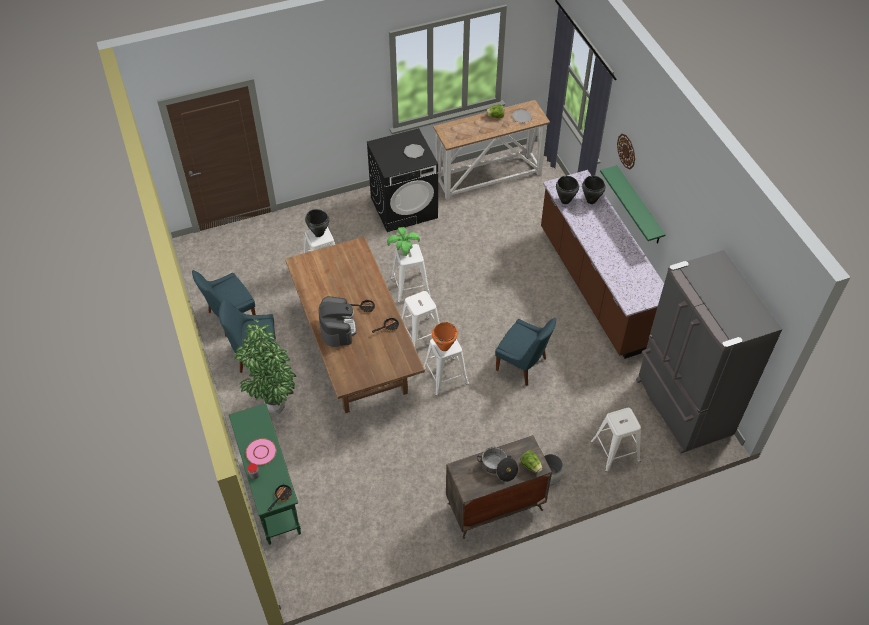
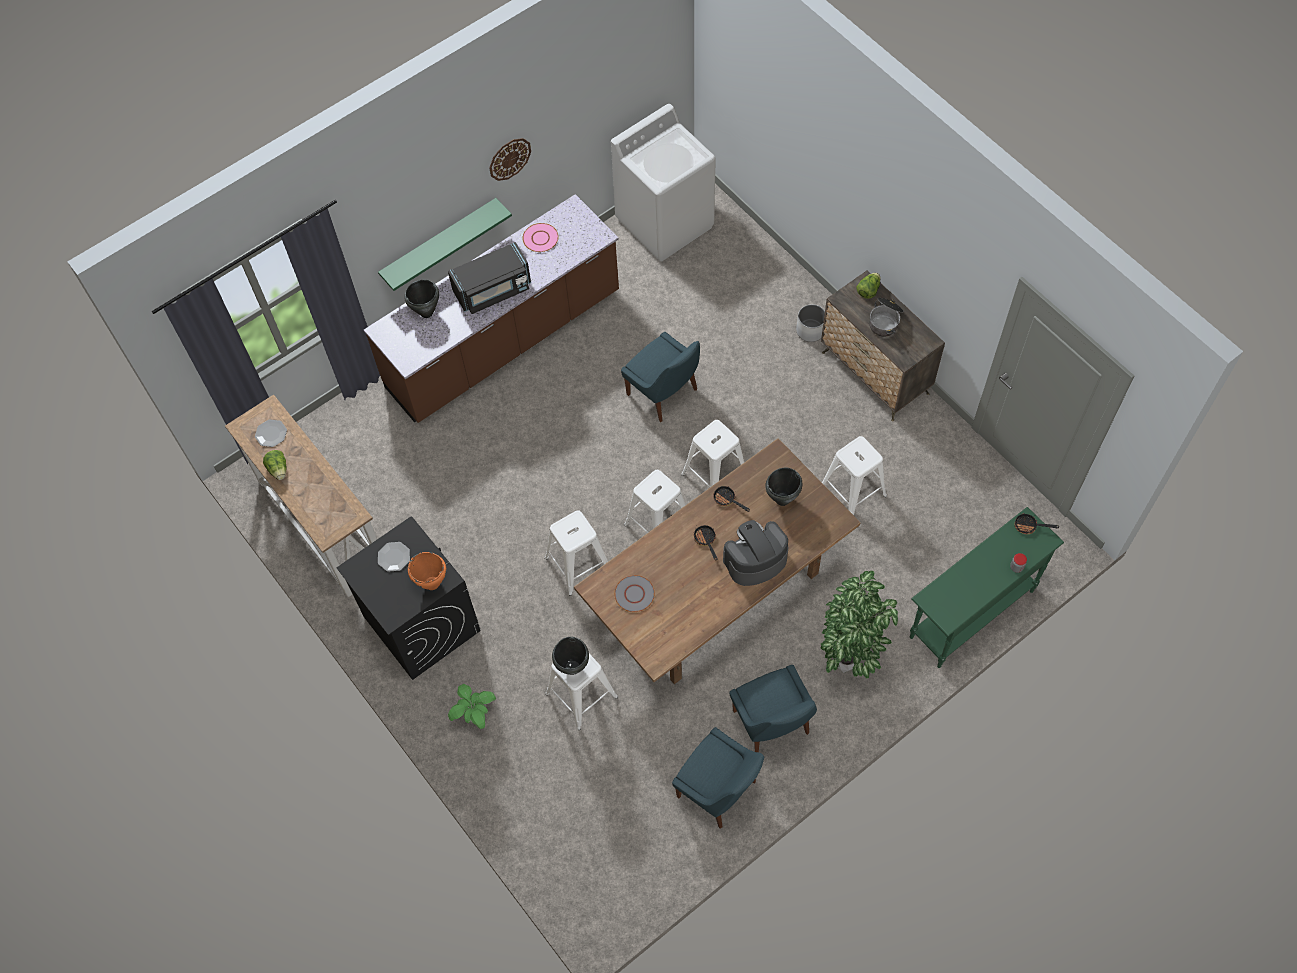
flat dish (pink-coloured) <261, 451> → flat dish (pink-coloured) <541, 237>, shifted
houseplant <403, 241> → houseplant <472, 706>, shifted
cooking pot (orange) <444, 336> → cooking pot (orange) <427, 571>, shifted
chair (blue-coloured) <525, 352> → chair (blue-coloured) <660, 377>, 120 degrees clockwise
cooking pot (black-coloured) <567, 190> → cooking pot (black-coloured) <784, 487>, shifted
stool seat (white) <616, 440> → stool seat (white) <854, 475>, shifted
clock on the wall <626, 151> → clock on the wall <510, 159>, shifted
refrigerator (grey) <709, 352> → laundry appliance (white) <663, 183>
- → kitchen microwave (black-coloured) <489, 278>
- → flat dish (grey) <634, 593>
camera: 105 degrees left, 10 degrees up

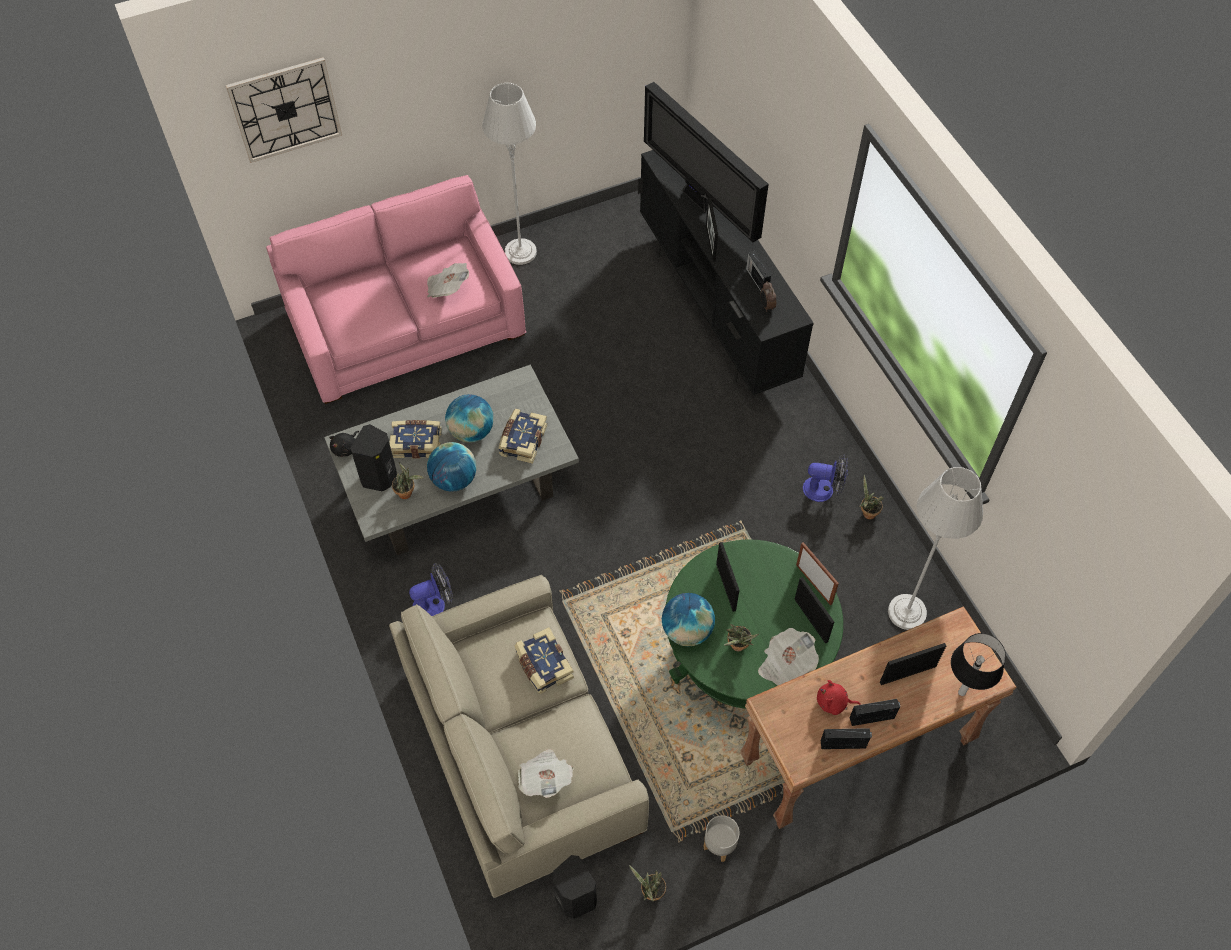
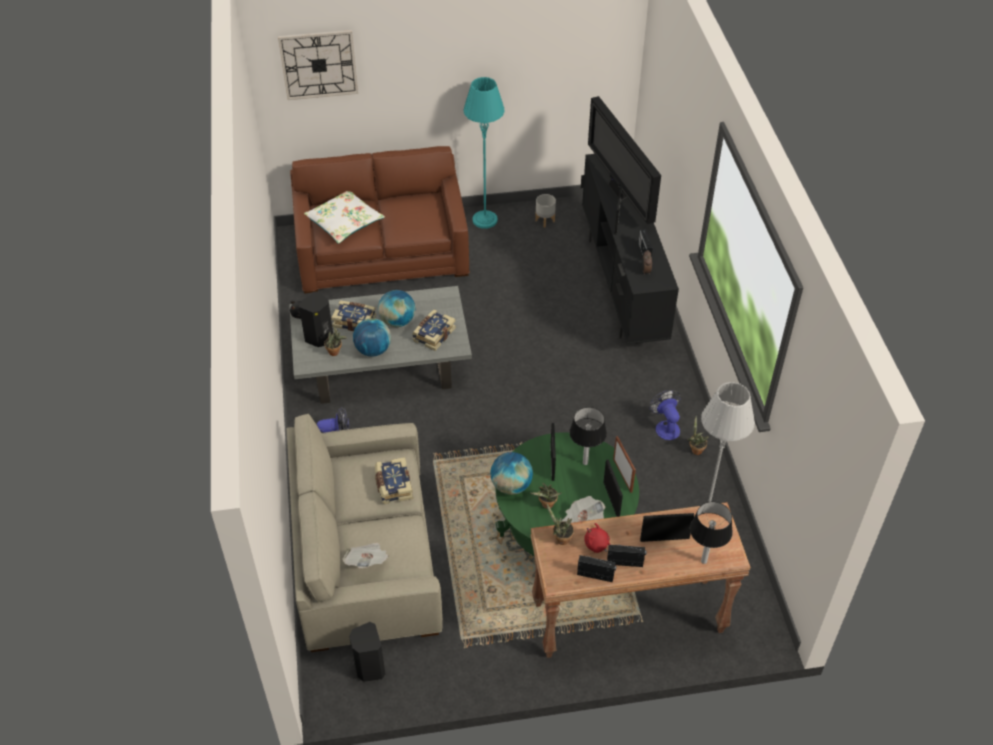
couch (pink-coloured) <396, 289> → couch (brown-coloured) <380, 220>
newspaper <448, 280> → -
standard lamp (grey) <509, 174> → standard lamp (blue-green) <484, 153>
houseplant <647, 883> → houseplant <560, 524>, shifted
plant pot (grey) <721, 838> → plant pot (grey) <545, 210>, shifted
fan <825, 478> → fan <665, 415>, 135 degrees counterclockwise
- → pillow (white) <344, 217>
- → table lamp <588, 436>
camera: 15 degrees right, 10 degrees down

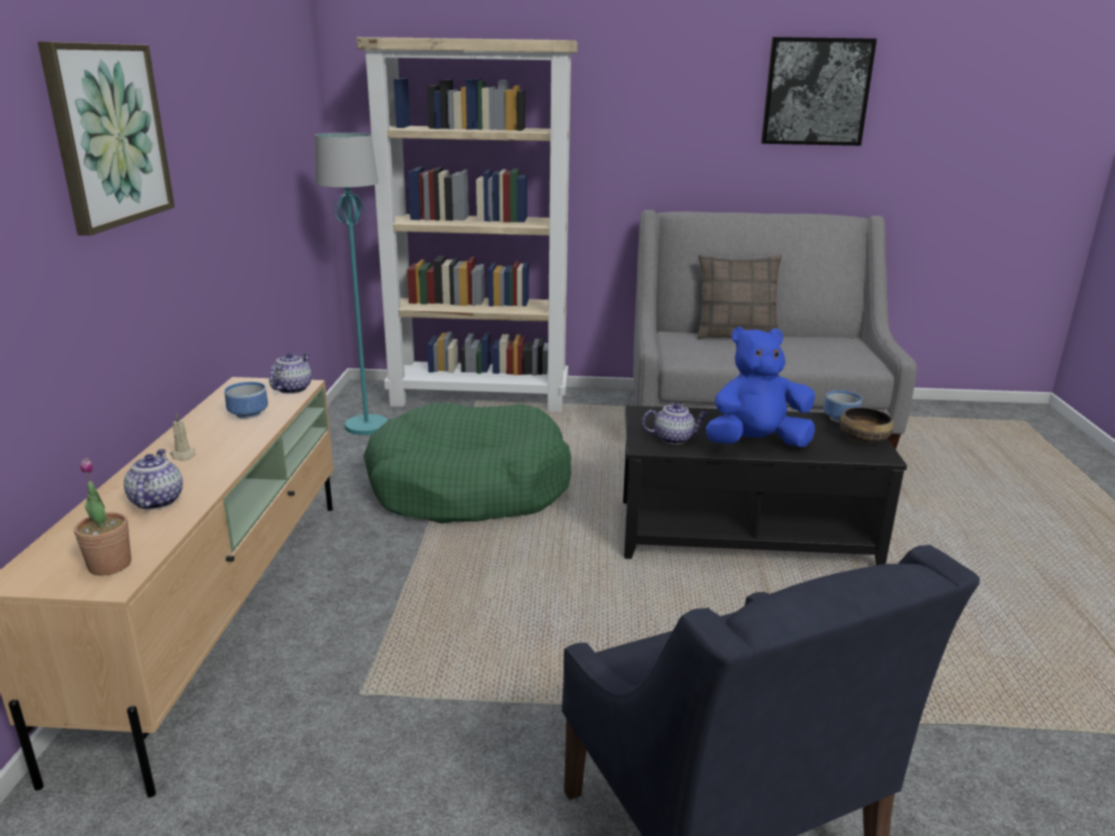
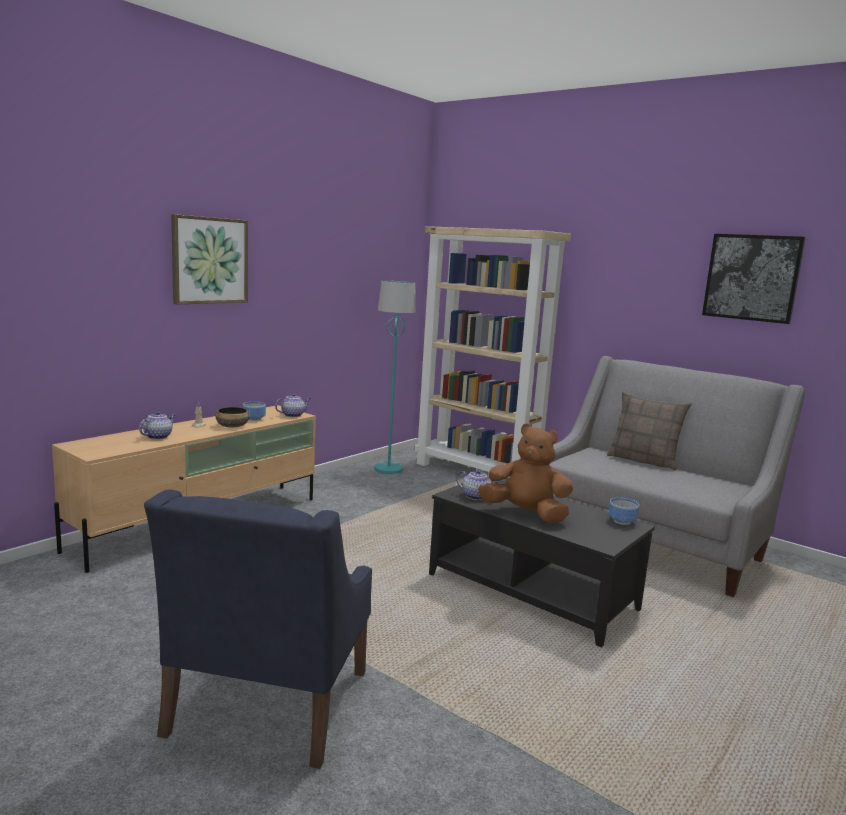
houseplant <102, 516> → -
dog cushion (green) <467, 463> → -
plush toy (blue-coloured) <760, 386> → plush toy (brown-coloured) <525, 473>
serving bowl <866, 425> → serving bowl <232, 417>, shifted
camera: 35 degrees right, 10 degrees down

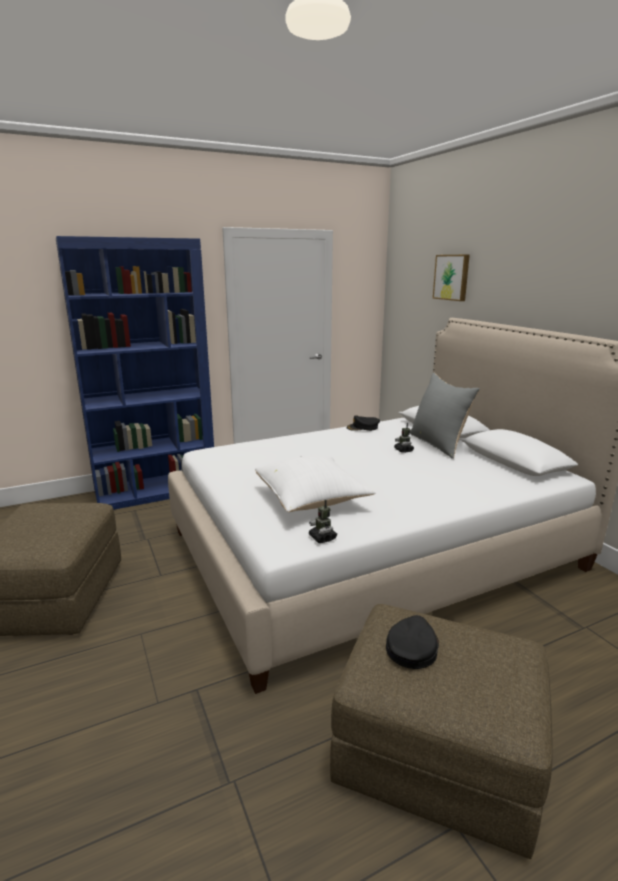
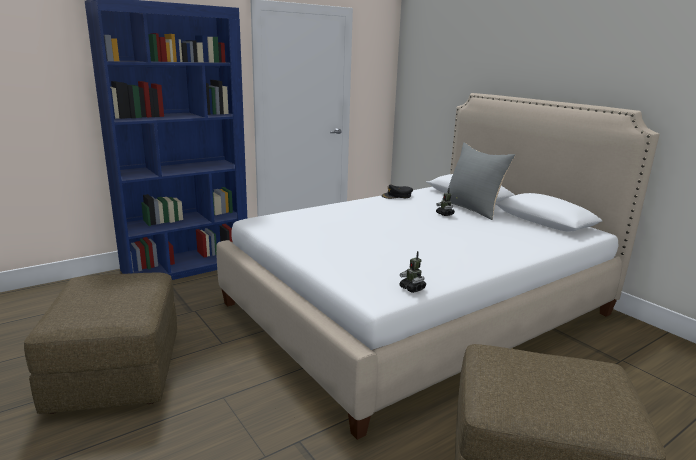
pillow (white) <315, 483> → -
baseball cap (black-coloured) <412, 642> → -
picture <451, 278> → -
camera: 10 degrees left, 0 degrees up

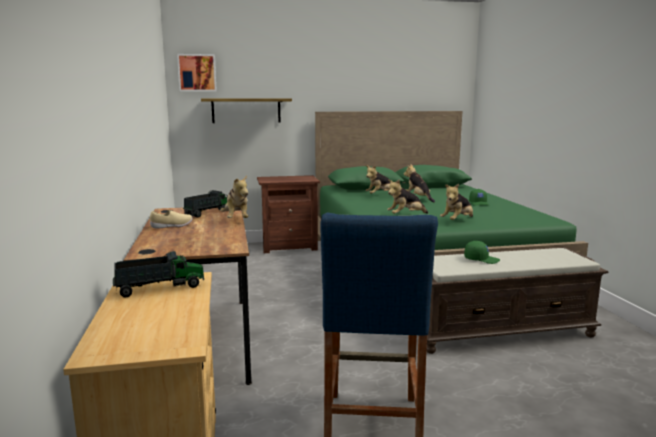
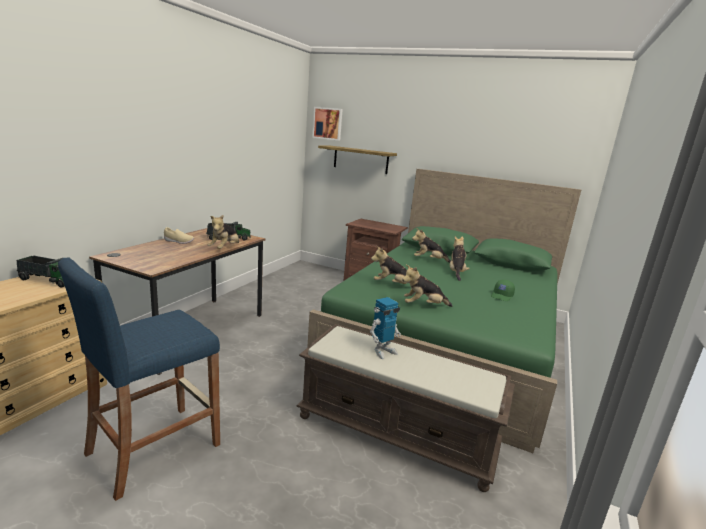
baseball cap (green) <482, 252> → robot figure <385, 328>
camera: 35 degrees right, 5 degrees up

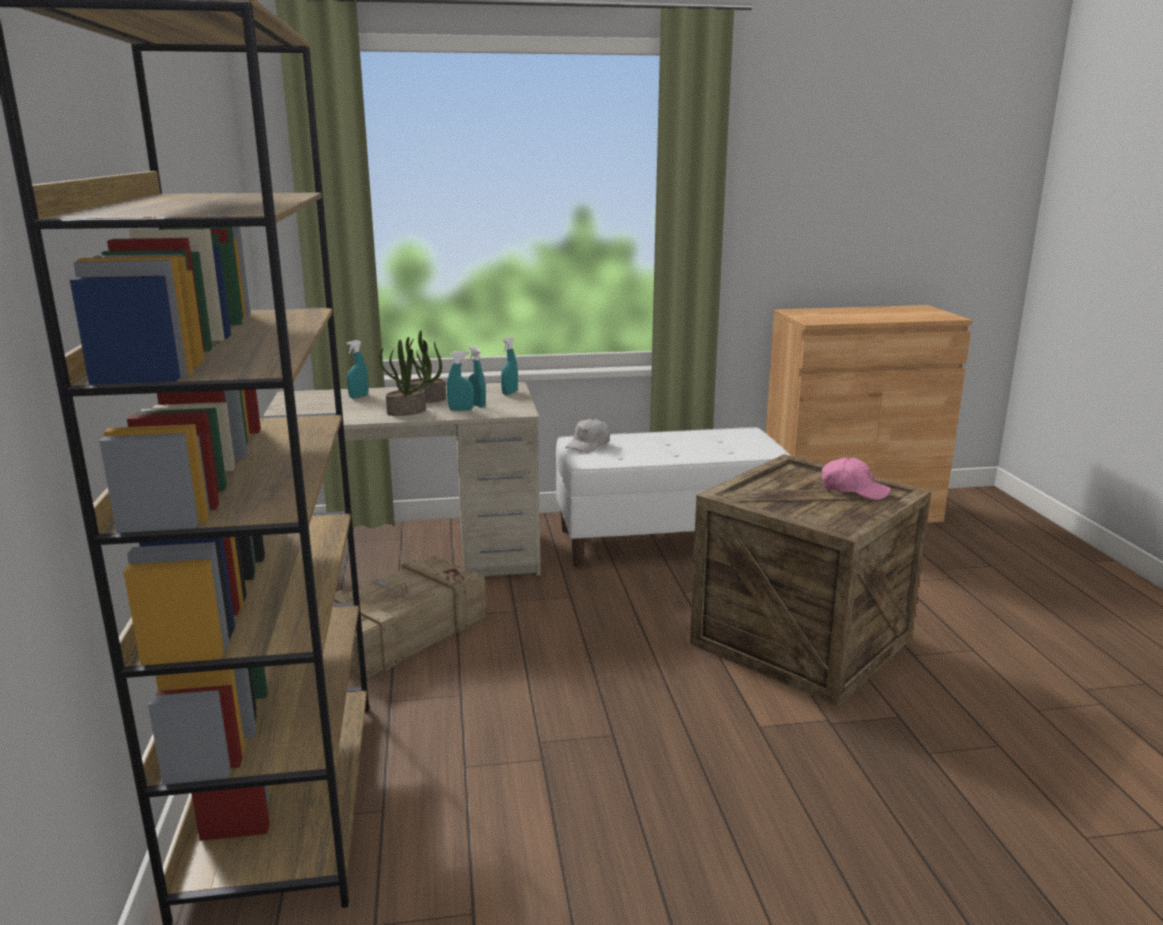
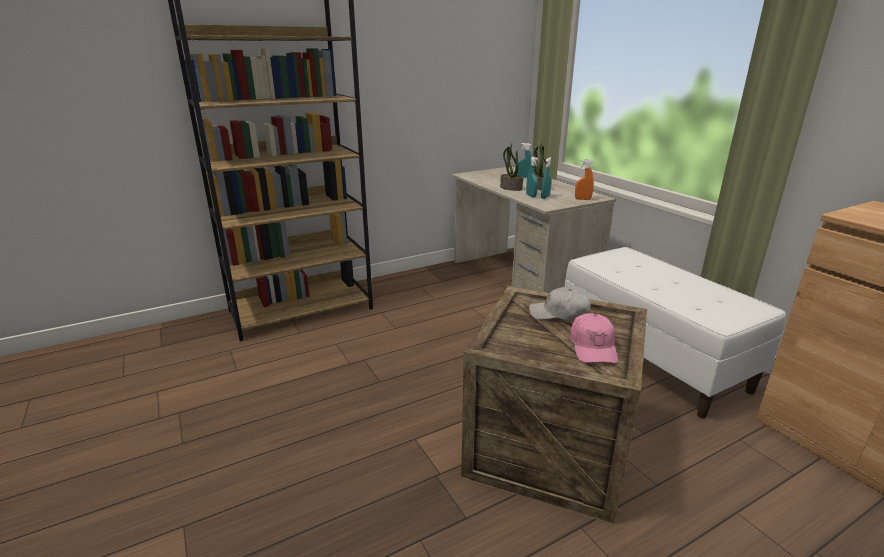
crate <409, 618> → -
hand sprayer (blue-green) <509, 366> → hand sprayer (orange) <584, 179>
baseball cap (white) <587, 435> → baseball cap (white) <560, 304>, shifted
camera: 70 degrees right, 5 degrees up

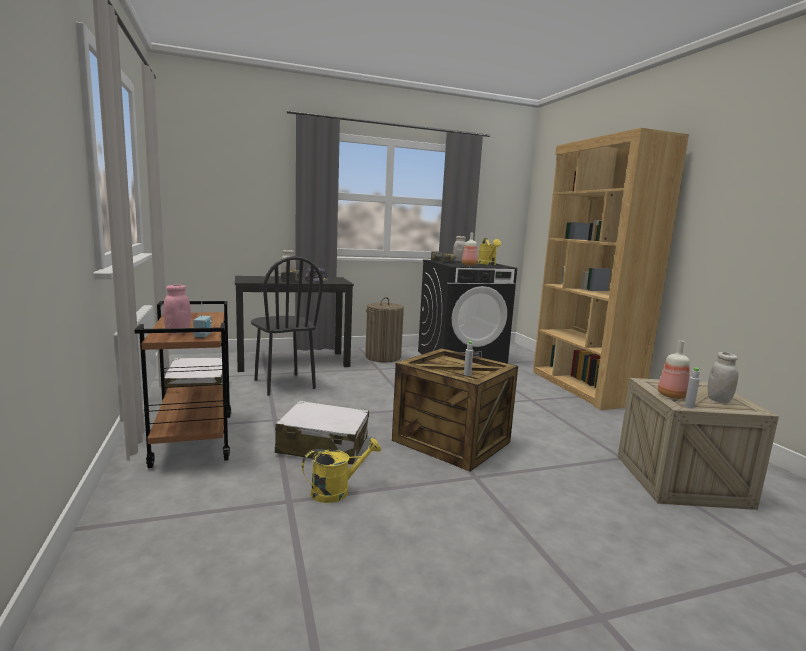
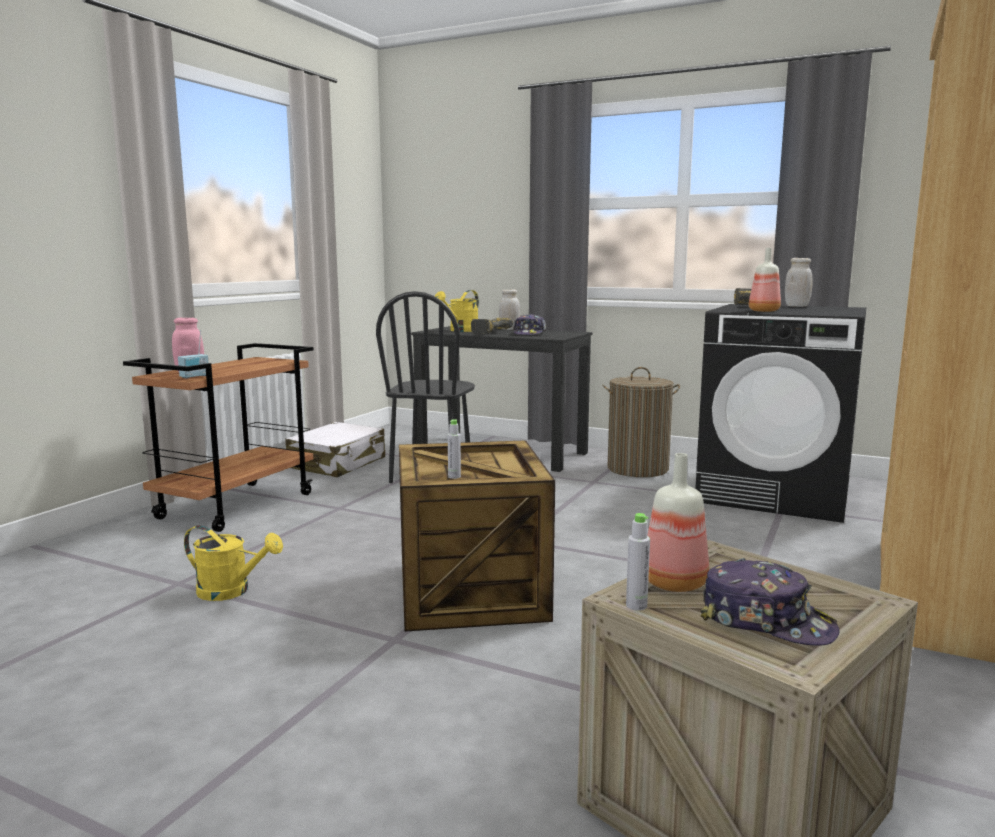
suitcase (white) <322, 432> → -
watering can (yellow-coloured) <489, 251> → watering can (yellow-coloured) <457, 311>, shifted
preserve jar (white) <723, 377> → baseball cap <769, 602>
camera: 45 degrees right, 0 degrees up

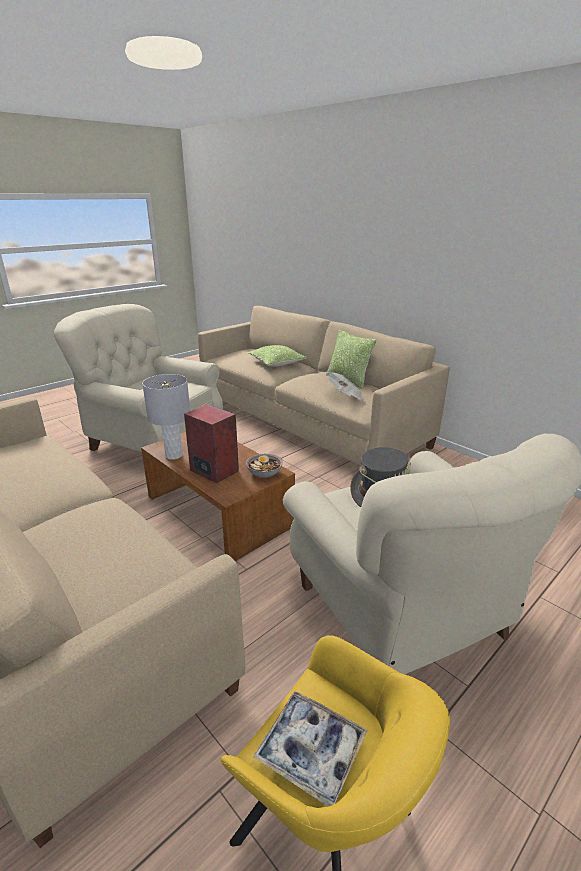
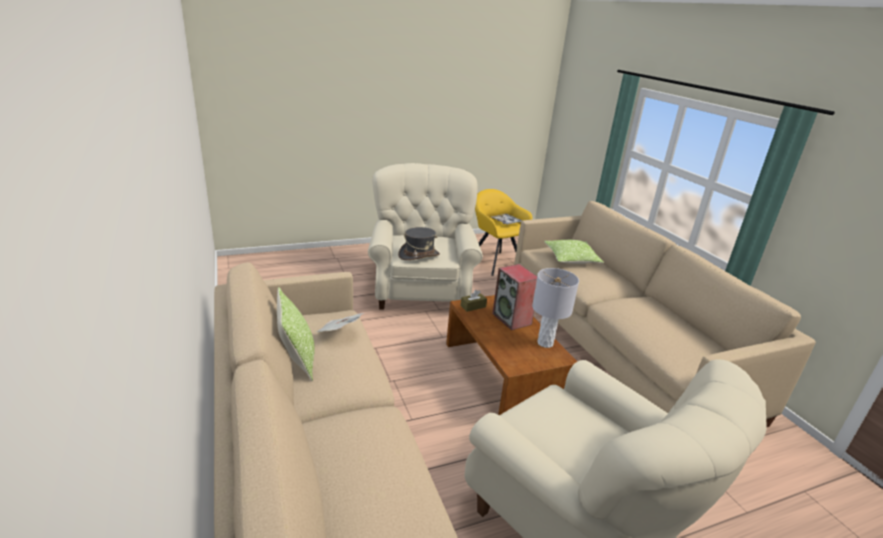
serving bowl <264, 465> → tissue holder (brown-coloured) <473, 301>
pillow <277, 356> → pillow <574, 252>, shifted
camera: 160 degrees left, 0 degrees up

